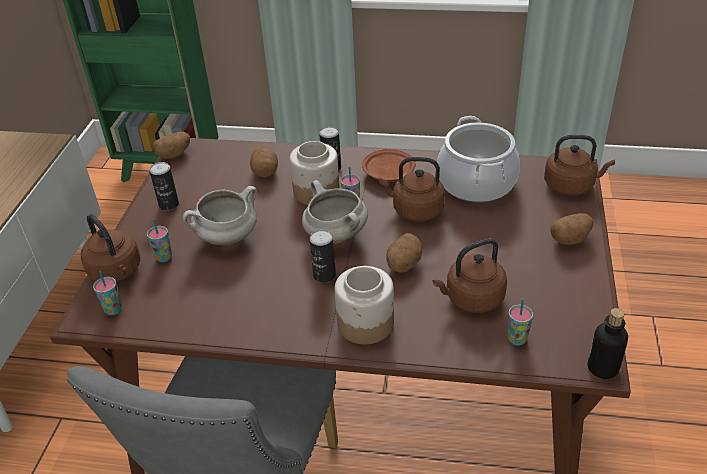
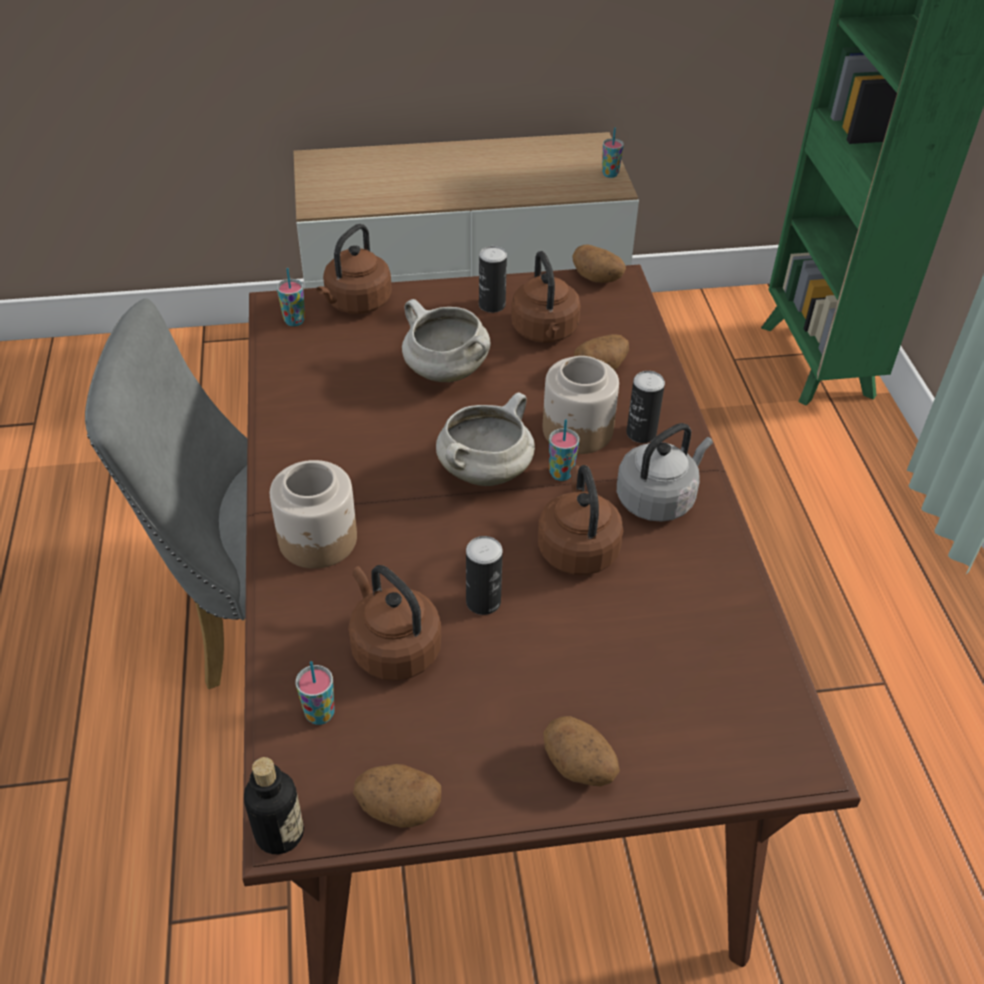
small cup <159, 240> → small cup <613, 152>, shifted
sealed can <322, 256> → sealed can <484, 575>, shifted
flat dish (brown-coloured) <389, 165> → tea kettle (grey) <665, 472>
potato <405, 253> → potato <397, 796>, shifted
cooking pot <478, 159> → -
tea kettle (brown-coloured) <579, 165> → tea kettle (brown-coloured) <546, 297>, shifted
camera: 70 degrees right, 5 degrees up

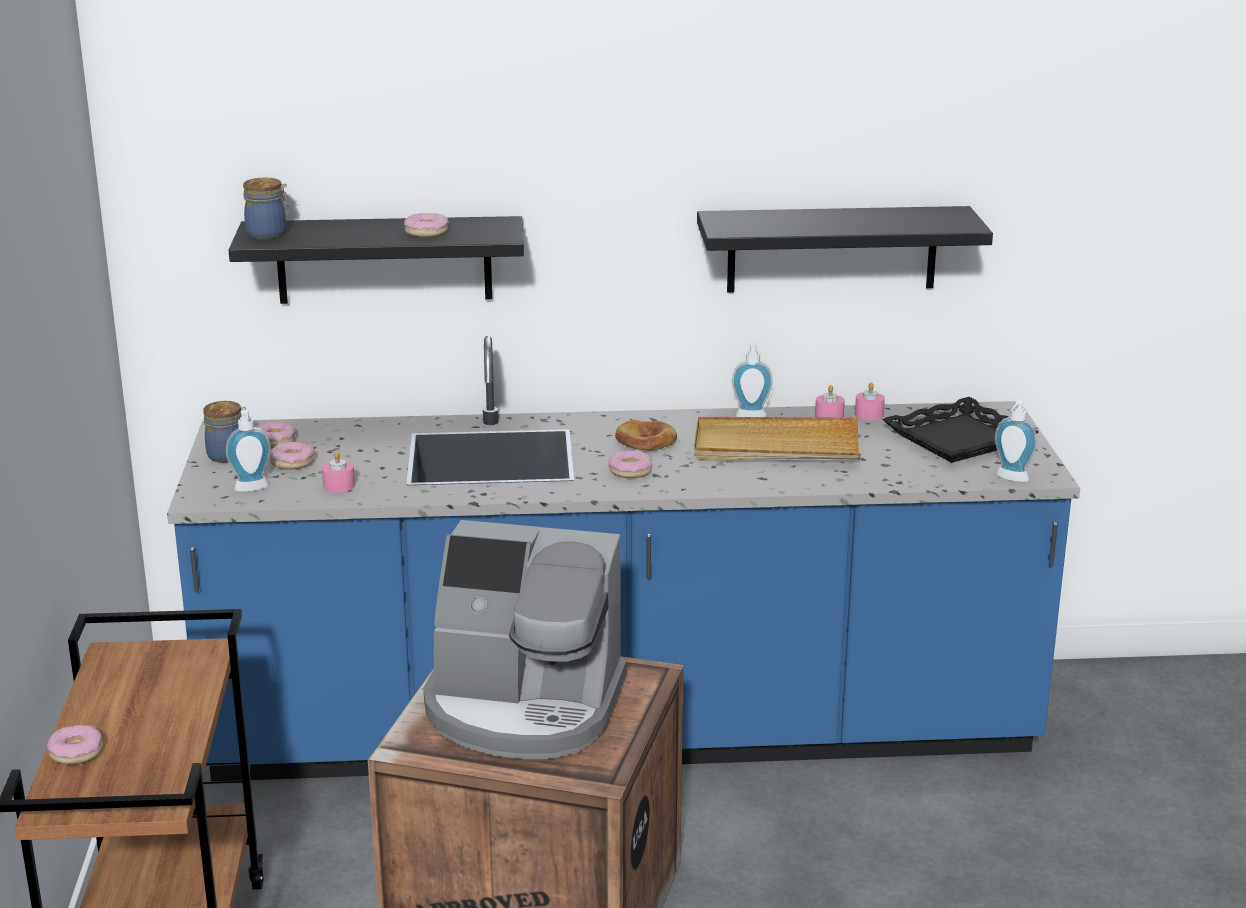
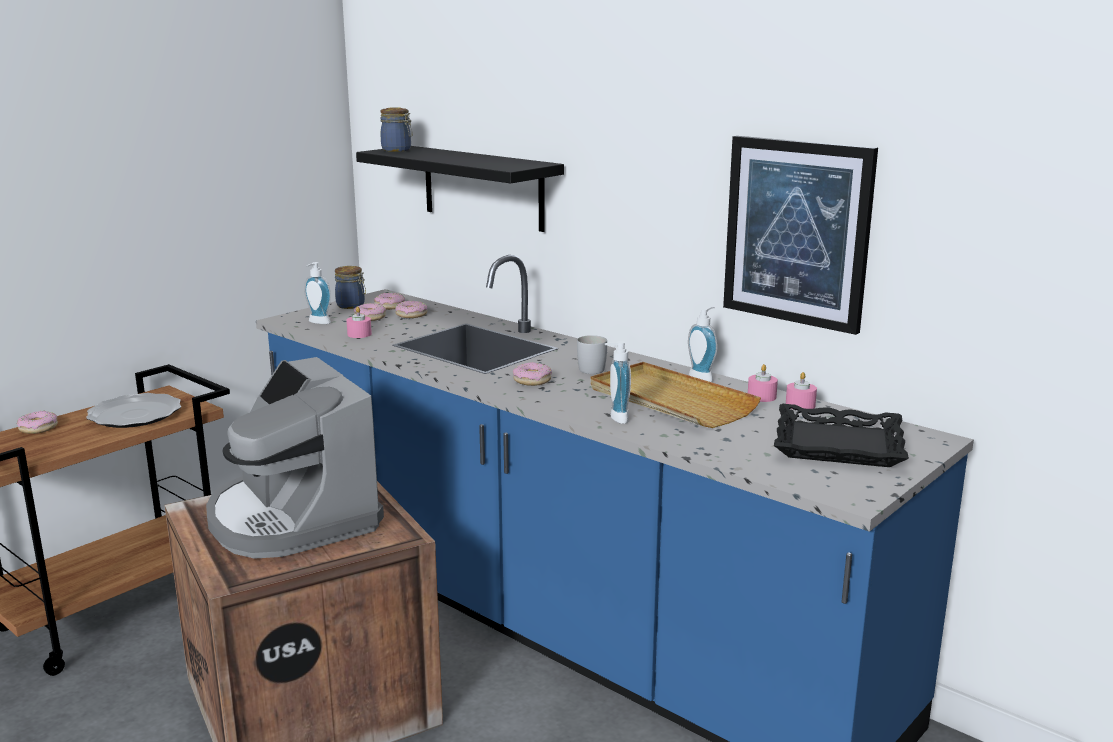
ring doughnut <426, 225> → ring doughnut <411, 309>, shifted
baked bread <646, 435> → coffee mug (white) <592, 354>
wall shelf (black-coloured) <845, 249> → picture <800, 235>
liquid soap bottle <1016, 441> → liquid soap bottle <618, 382>, shifted
- → flat dish <133, 410>
camera: 45 degrees right, 5 degrees down

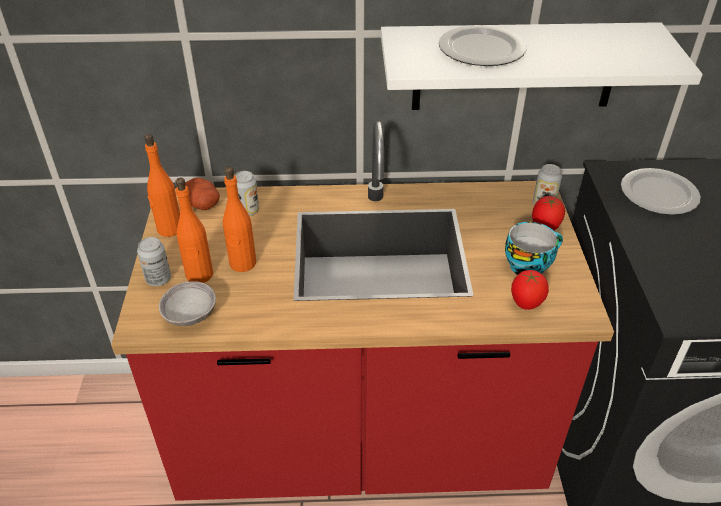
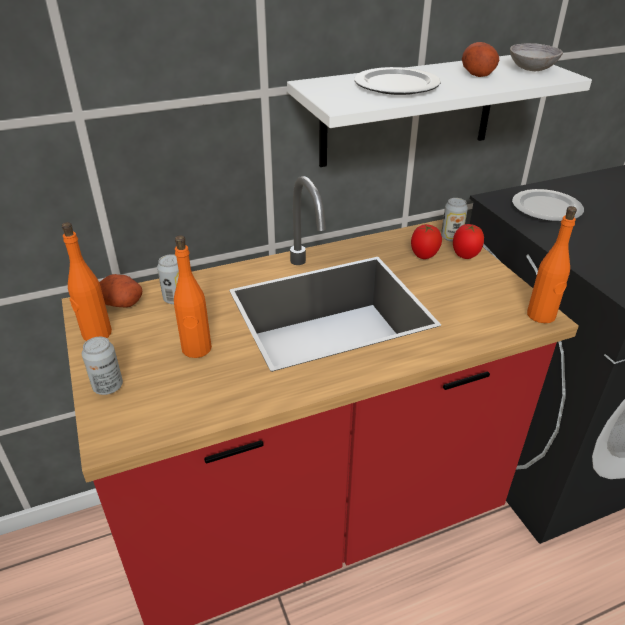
serving bowl (grey) <187, 303> → serving bowl (grey) <536, 57>, shifted
beverage bottle (orange) <194, 230> → beverage bottle (orange) <552, 264>, shifted
small cup <534, 248> → -
fresh tomato <530, 290> → fresh tomato <426, 241>, shifted
- → potato <480, 59>
camera: 20 degrees left, 5 degrees down

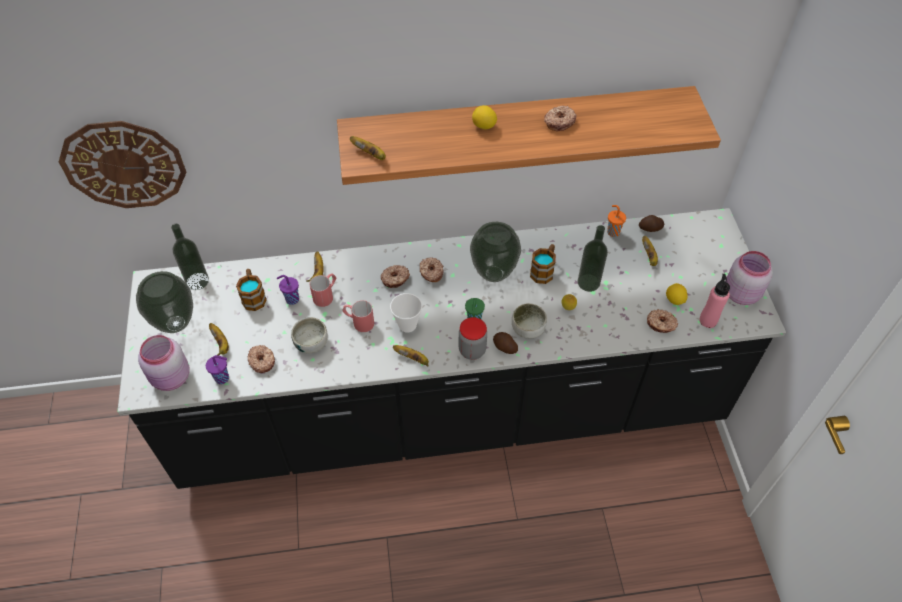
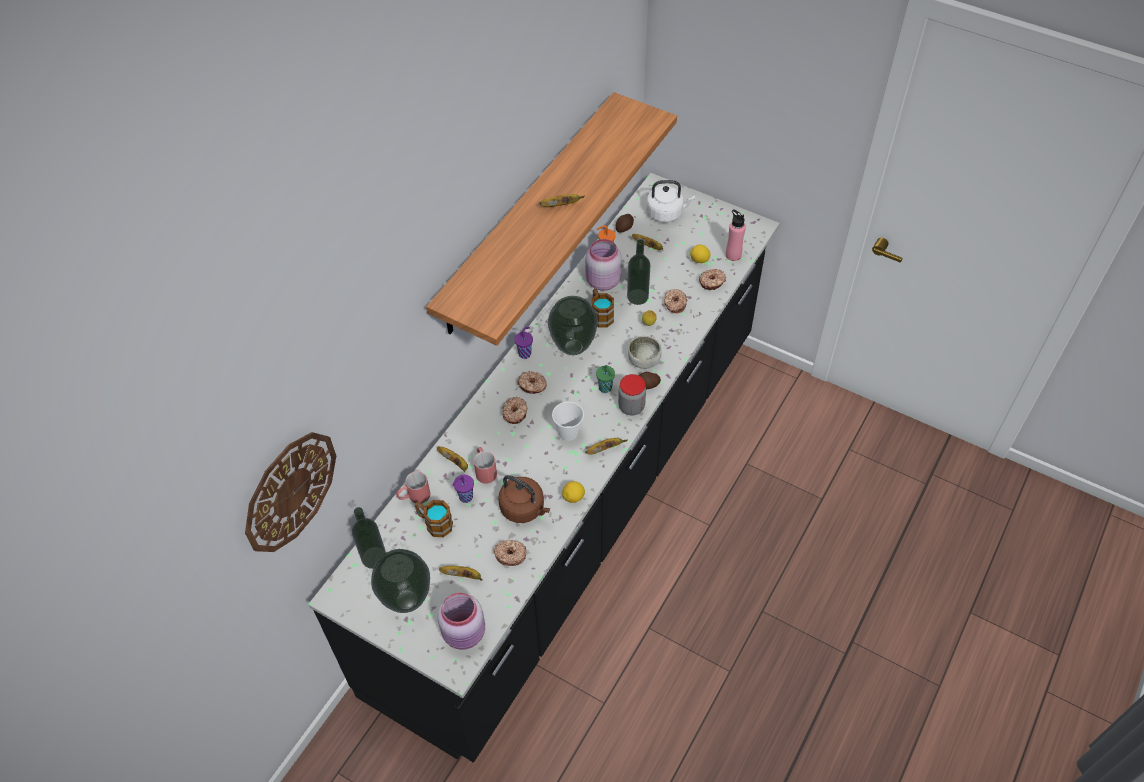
small cup (purple-coloured) <217, 369> → small cup (purple-coloured) <523, 343>, shifted
serving bowl <309, 335> → tea kettle (brown-coloured) <524, 499>
coffee mug (red) <358, 316> → coffee mug (red) <413, 487>, shifted
whole banana <368, 148> → whole banana <562, 200>, shifted
whole lemon <484, 117> → whole lemon <573, 492>, shifted
ring doughnut <560, 118> → ring doughnut <675, 301>, shifted
preserve jar (pink-coloured) <749, 278> → preserve jar (pink-coloured) <603, 265>, shifted
- → tea kettle (white) <670, 201>
camera: 50 degrees left, 0 degrees up

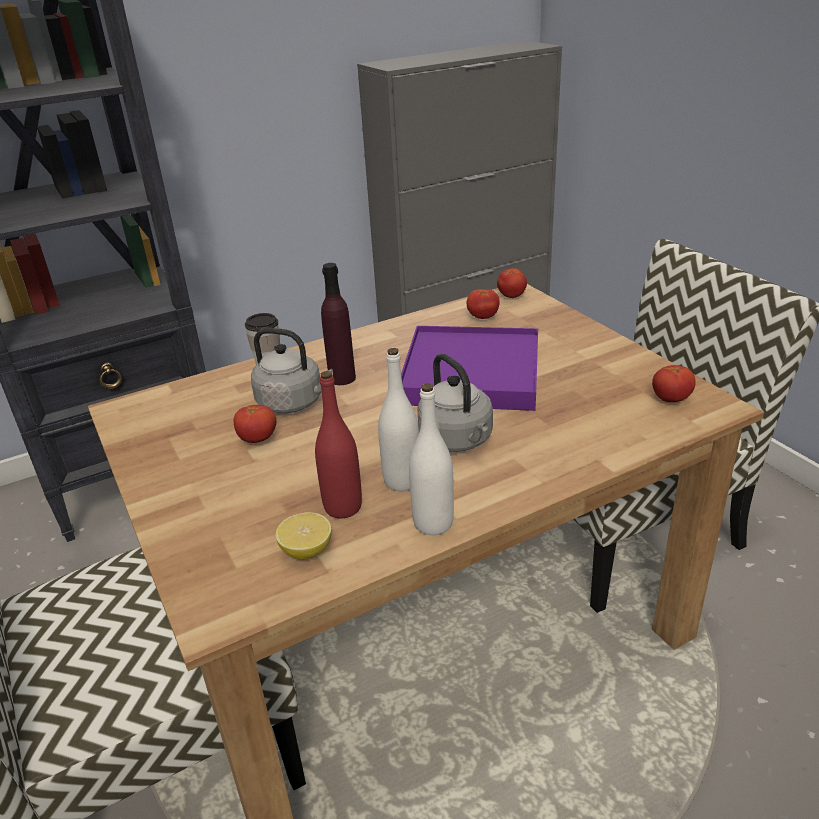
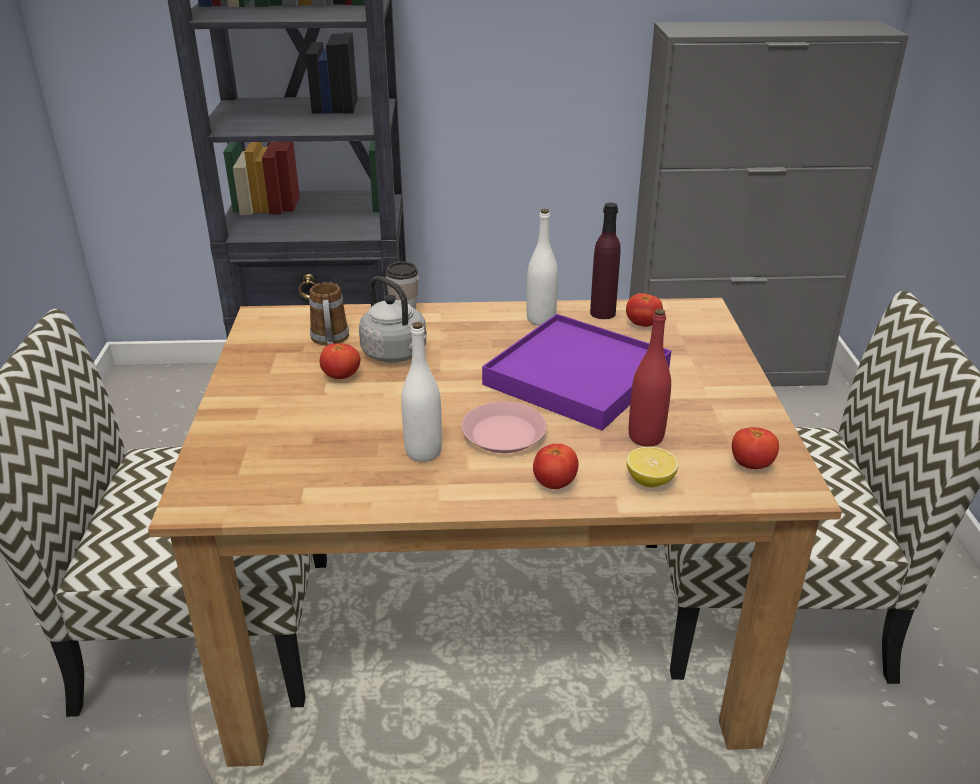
whole lemon <304, 536> → whole lemon <652, 467>, shifted
beverage bottle (red) <338, 444> → beverage bottle (red) <650, 377>, shifted
beverage bottle (purple-coloured) <338, 324> → beverage bottle (purple-coloured) <605, 260>, shifted
beverage bottle (white) <431, 459> → beverage bottle (white) <542, 267>, shifted
tea kettle (grey) <455, 402> → flat dish (pink-coloured) <504, 427>
fresh tomato <512, 283> → fresh tomato <556, 466>, shifted
- → coffee mug <329, 314>
camera: 25 degrees right, 0 degrees up

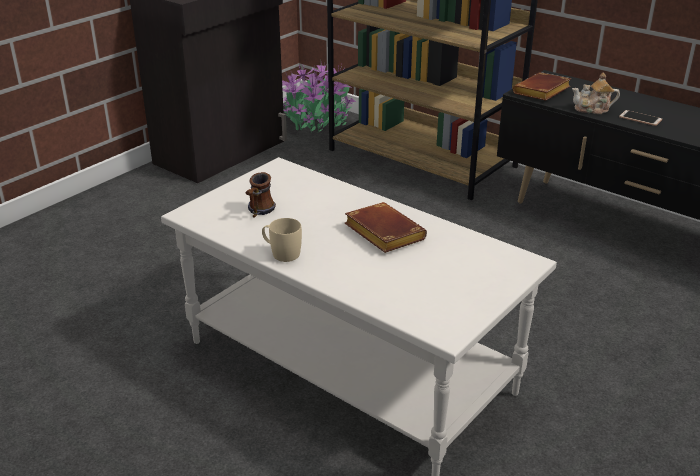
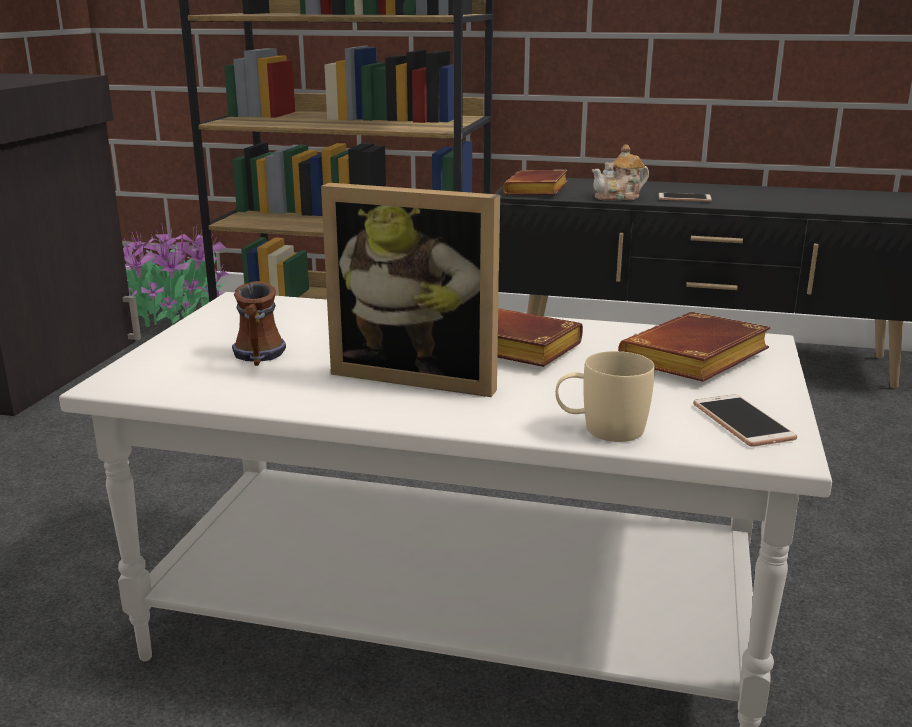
coffee mug (sand-coloured) <282, 240> → coffee mug (sand-coloured) <605, 396>, shifted
- → picture frame <410, 290>
- → book (brown-coloured) <694, 347>
- → handset <745, 421>
camera: 25 degrees left, 10 degrees down

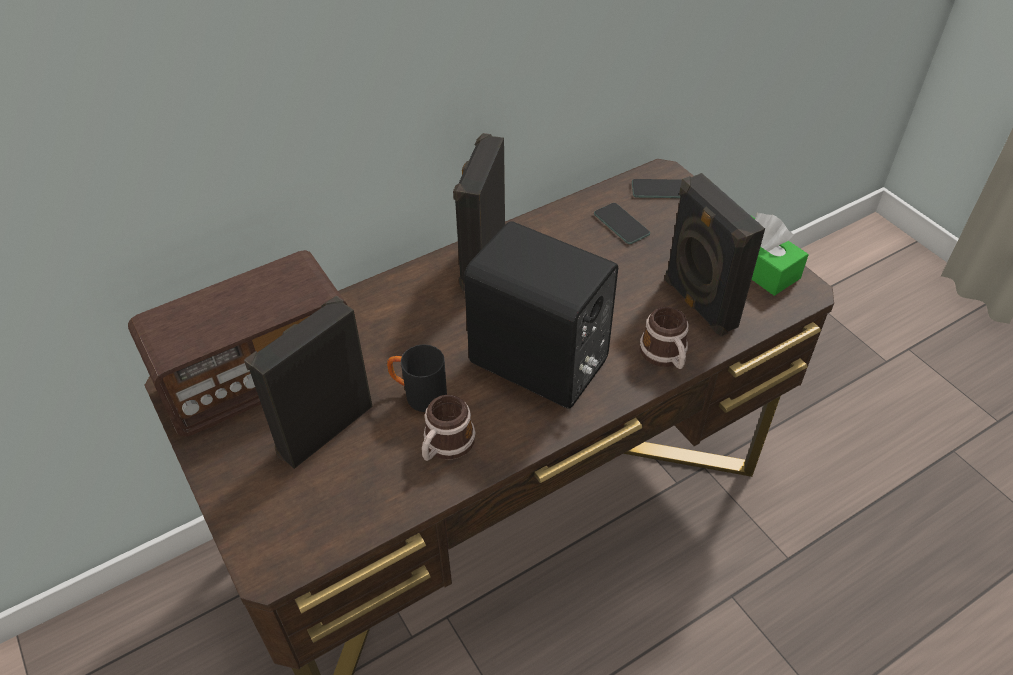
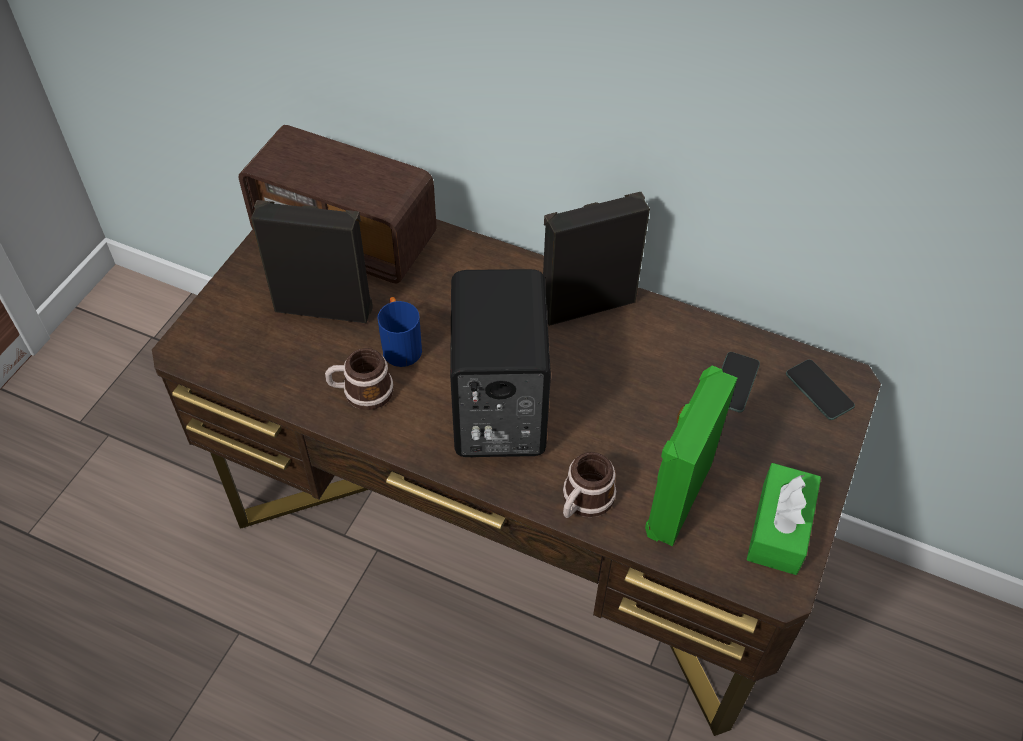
coffee mug (black-coloured) <417, 378> → coffee mug (blue-coloured) <399, 332>
loudspeaker (black-coloured) <715, 255> → loudspeaker (green) <691, 456>
camera: 55 degrees right, 5 degrees up

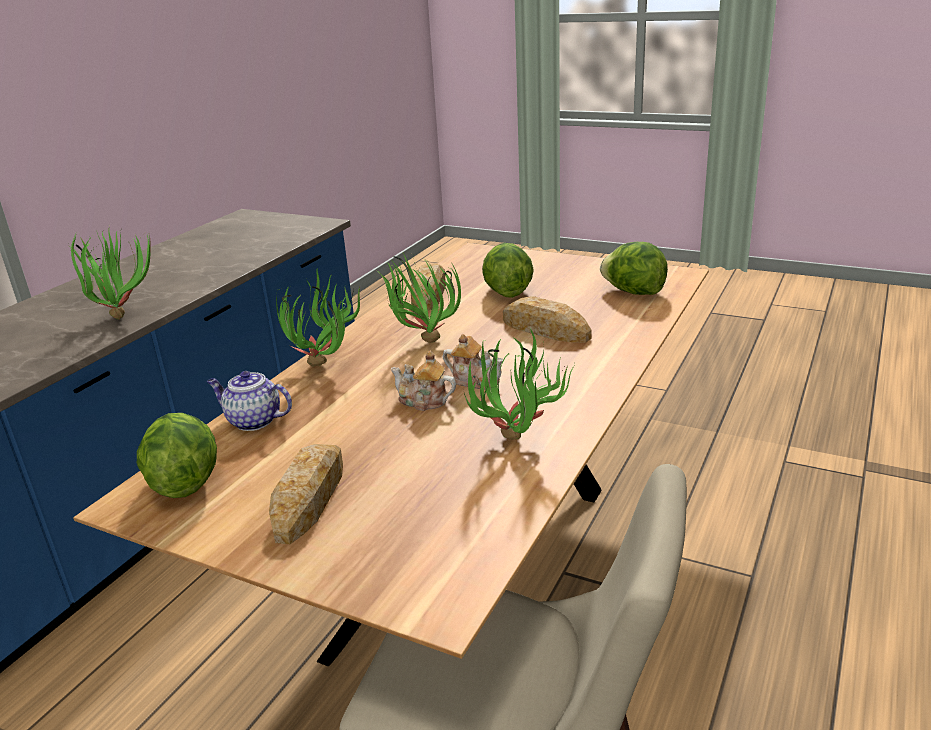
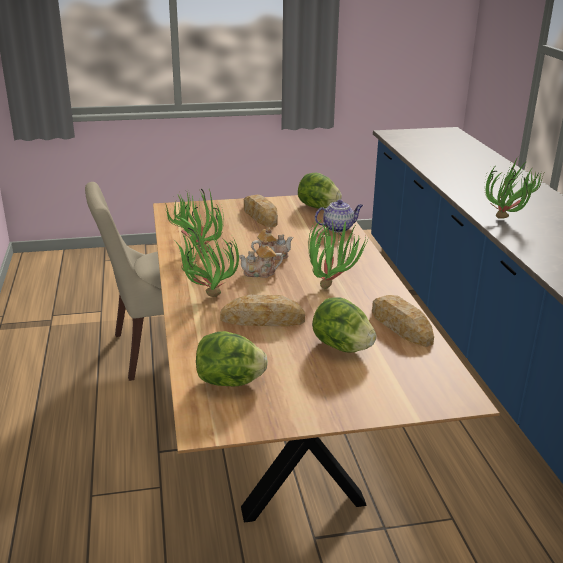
houseplant <318, 318> → houseplant <206, 261>, shifted
camera: 140 degrees right, 0 degrees up

